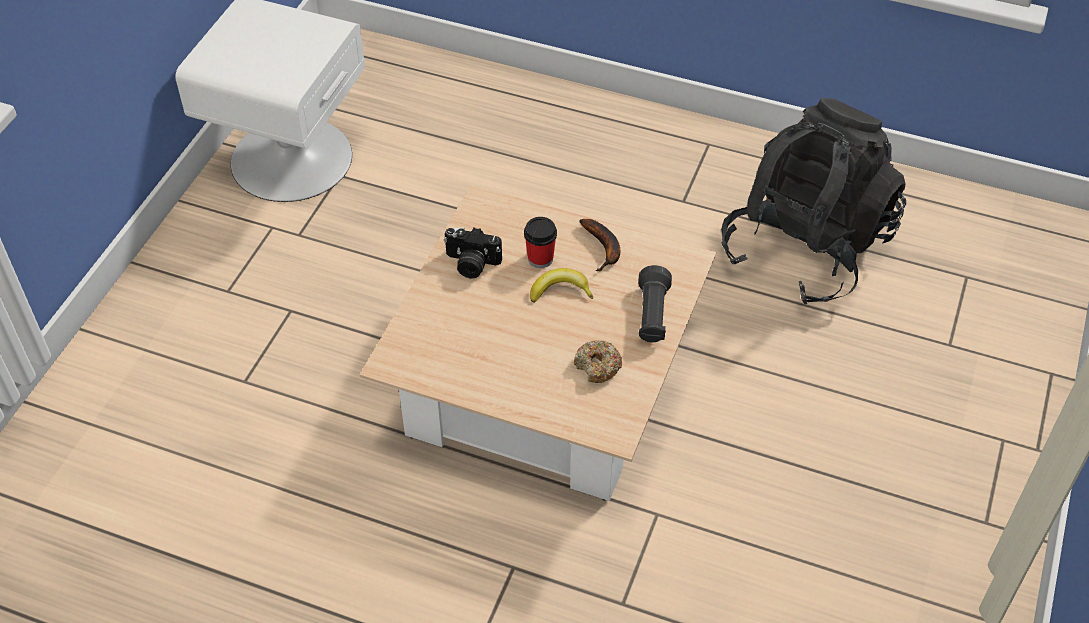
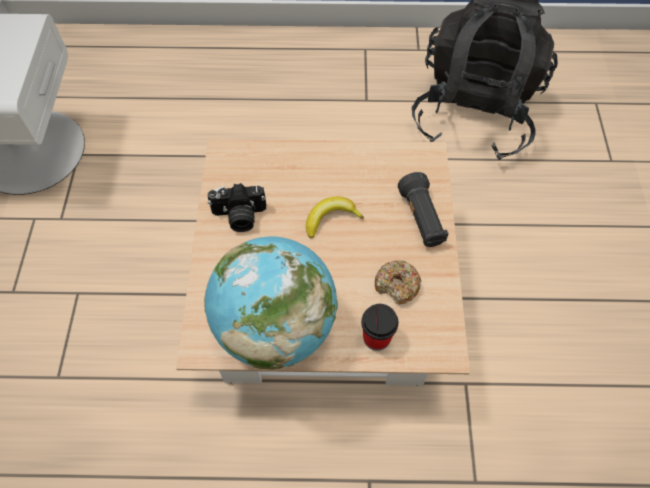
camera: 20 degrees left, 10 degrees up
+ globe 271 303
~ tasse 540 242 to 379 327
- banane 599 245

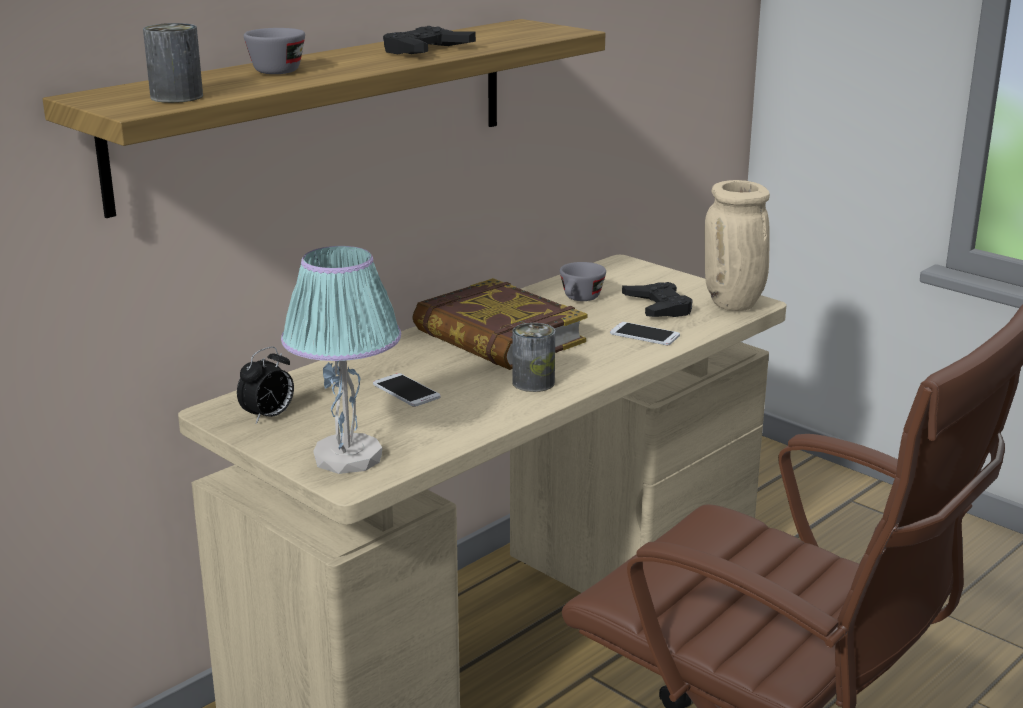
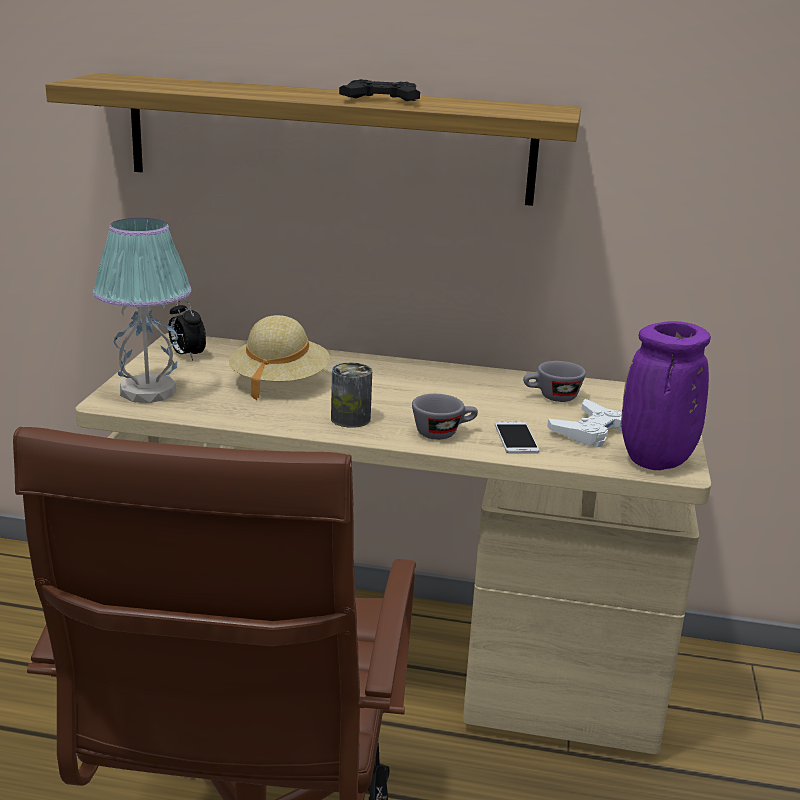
camera: 55 degrees right, 0 degrees up
~ réveil 265 385 = 187 329 45 degrees clockwise
~ téléphone 407 390 to chapeau (beige) 279 357
~ tasse (gris) 274 51 to 445 417
~ manette (noir) 657 299 to manette (blanc) 584 423
~ vase (beige) 737 245 to vase (violet) 666 395
- boîte métallique 173 63
- livre 500 324

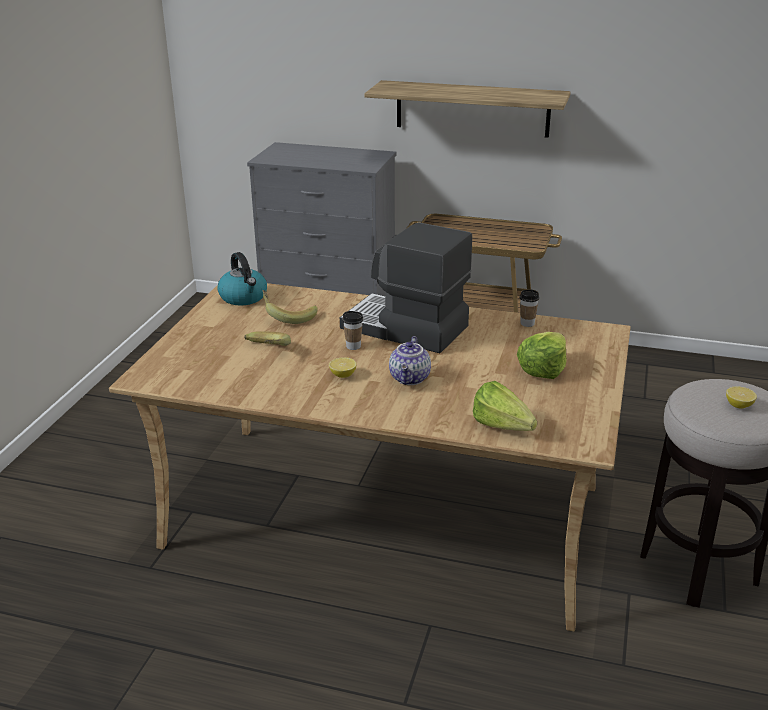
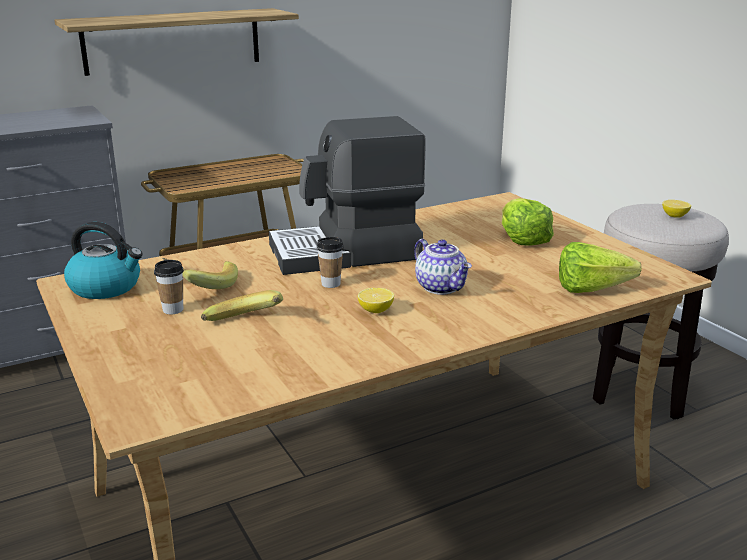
camera: 45 degrees left, 5 degrees down
~ tasse 529 308 to 169 287

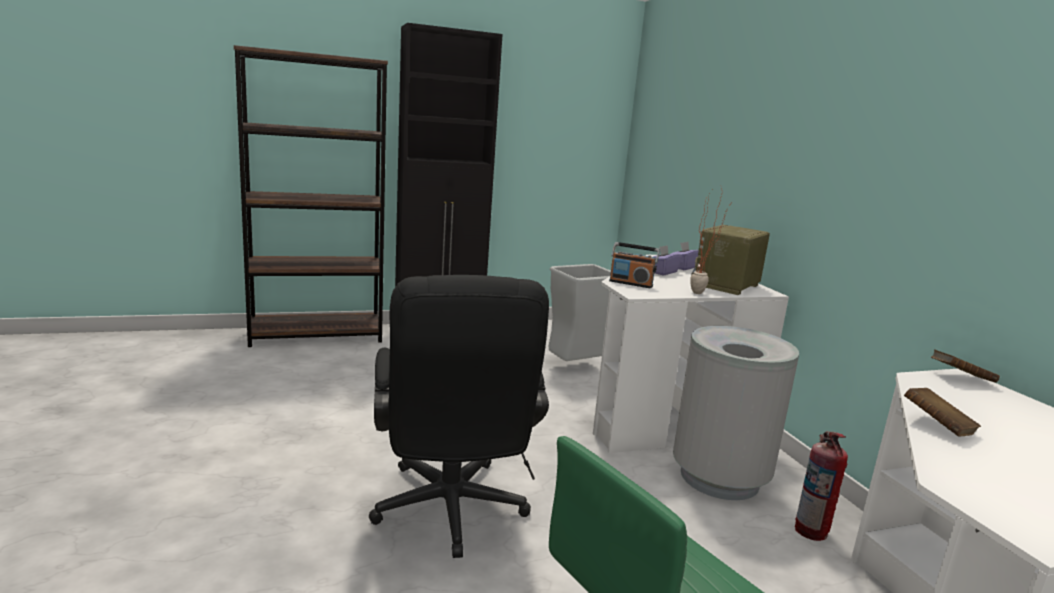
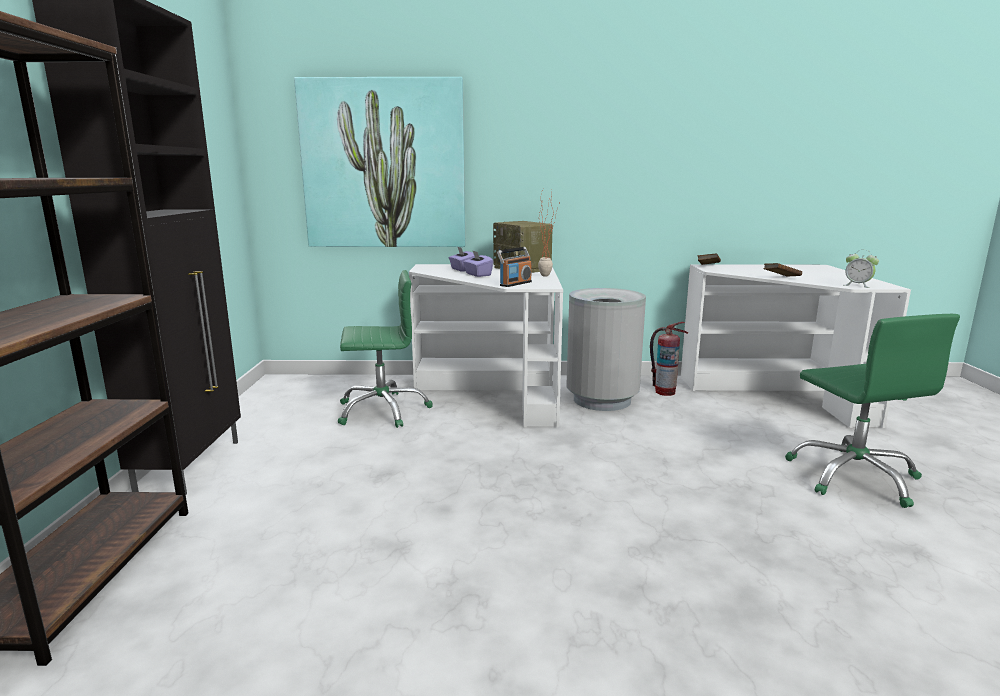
camera: 70 degrees left, 0 degrees up
+ tableau 379 162
~ poubelle (gris) 579 312 to chaise de bureau (vert) 385 349
+ réveil 862 269
- chaise de bureau (noir) 459 416

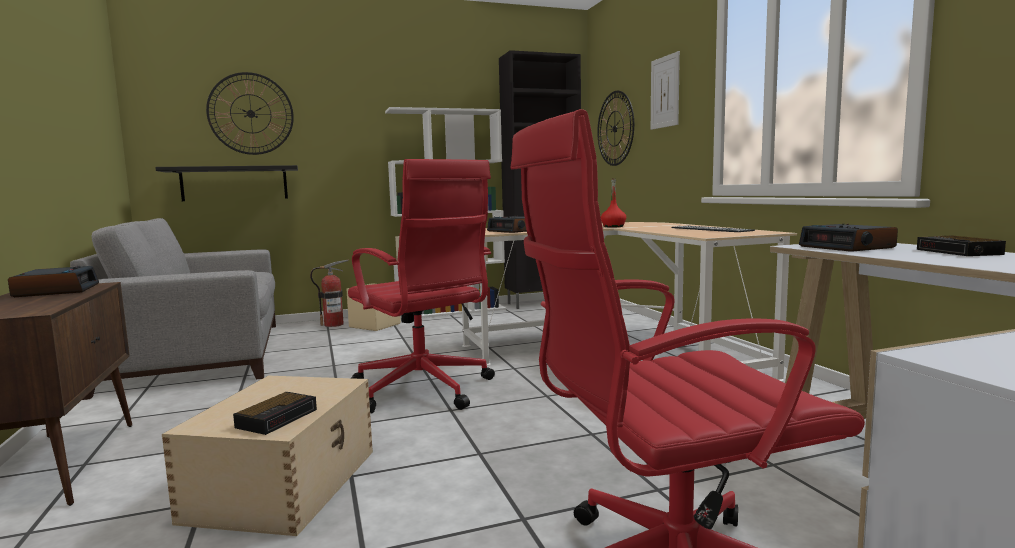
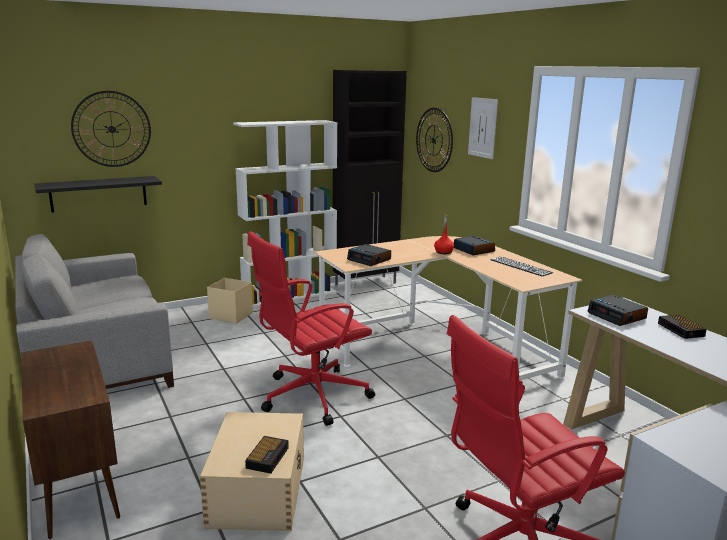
camera: 10 degrees left, 10 degrees up
~ chaise de bureau (rouge) 421 286 = 311 328 105 degrees clockwise
~ réveil 53 281 to 474 245
- extincteur 329 293

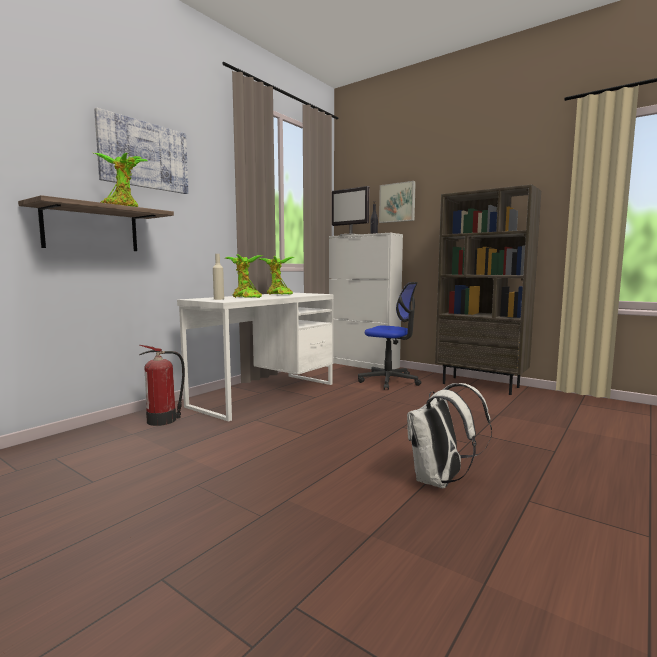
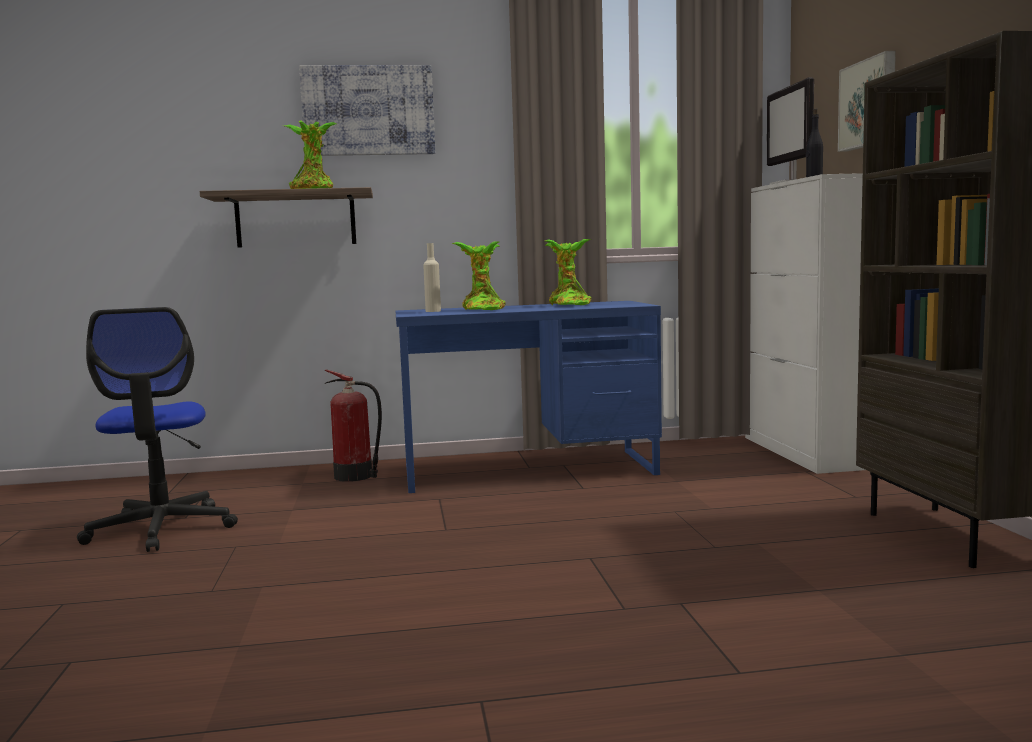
camera: 45 degrees right, 0 degrees up
~ chaise de bureau 390 336 to 157 429
~ bureau (blanc) 255 357 to bureau (bleu) 529 397
- sac à dos (blanc) 449 436

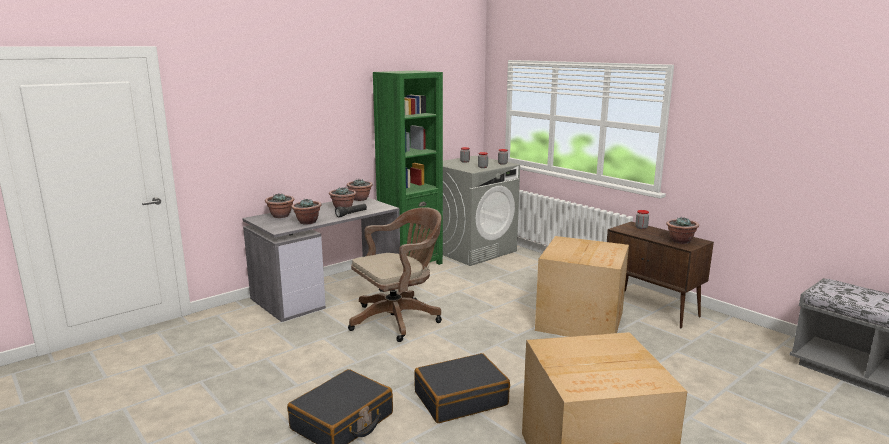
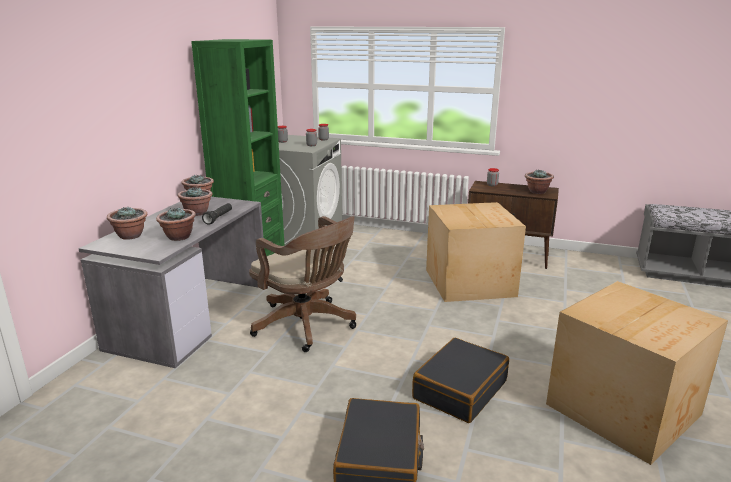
camera: 30 degrees left, 5 degrees up
~ chaise de bureau (marron) 395 274 = 302 284 105 degrees clockwise

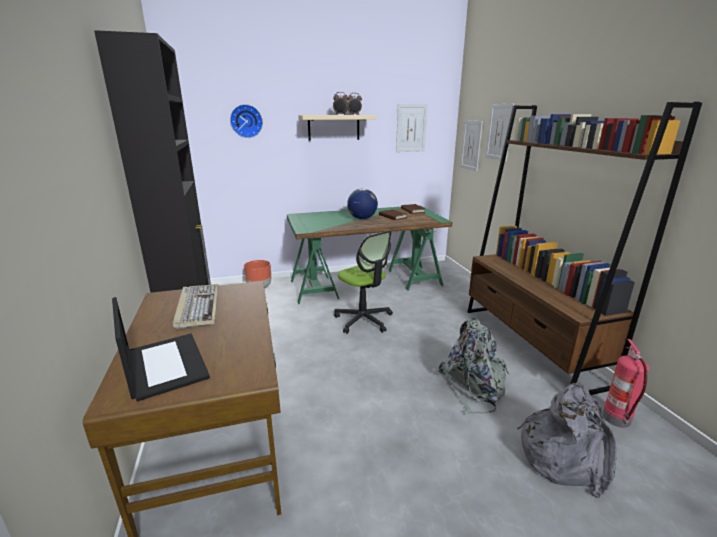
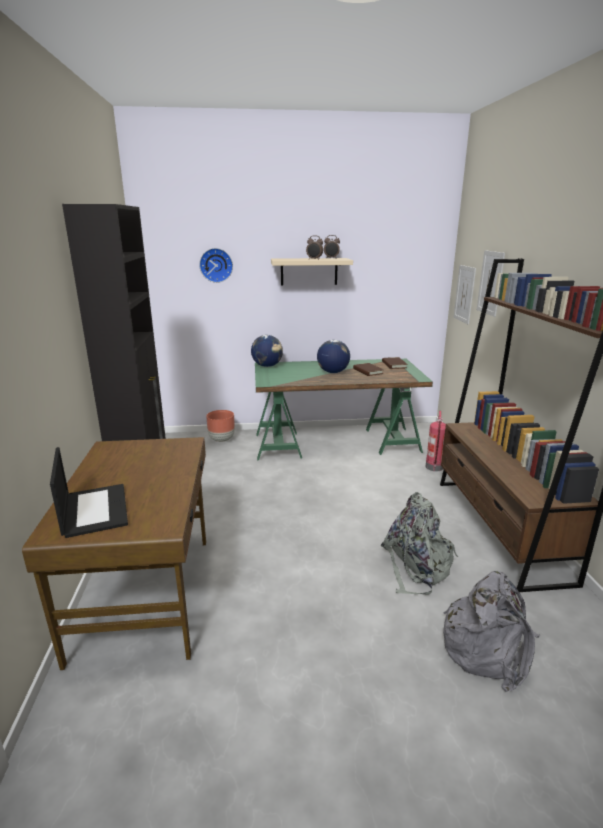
camera: 10 degrees right, 0 degrees up
+ globe 267 351
~ extincteur 625 383 to 436 441
- clavier 195 306
- chaise de bureau 363 282
- tableau 411 128

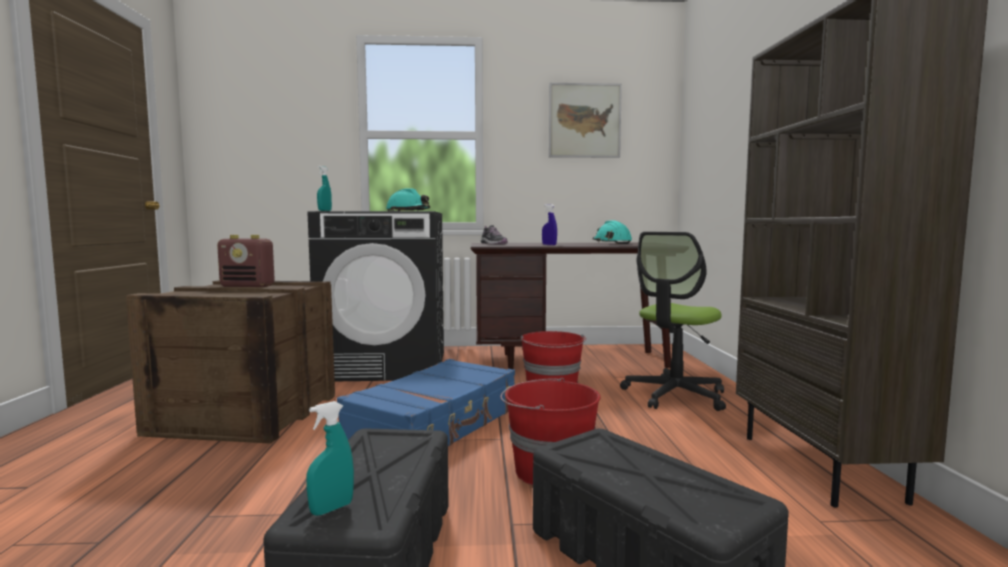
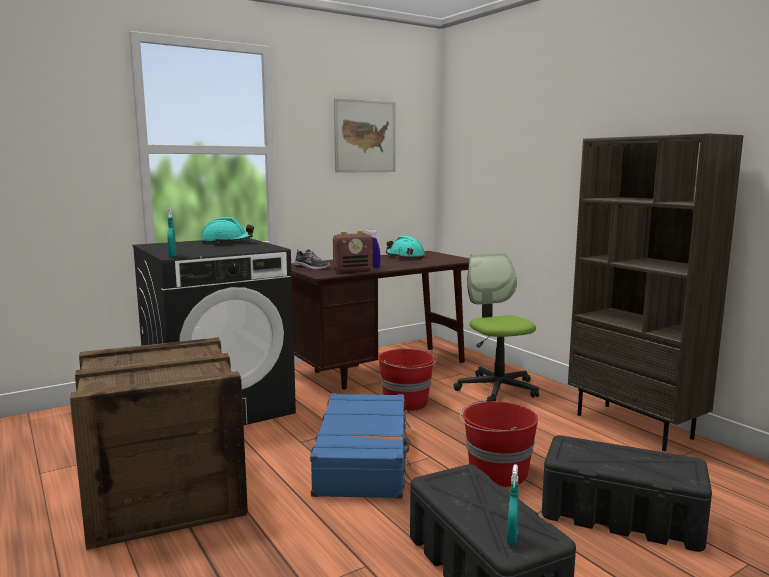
camera: 30 degrees left, 5 degrees up
~ radio 246 261 to 353 252
~ chaise de bureau 673 321 = 496 327 150 degrees clockwise

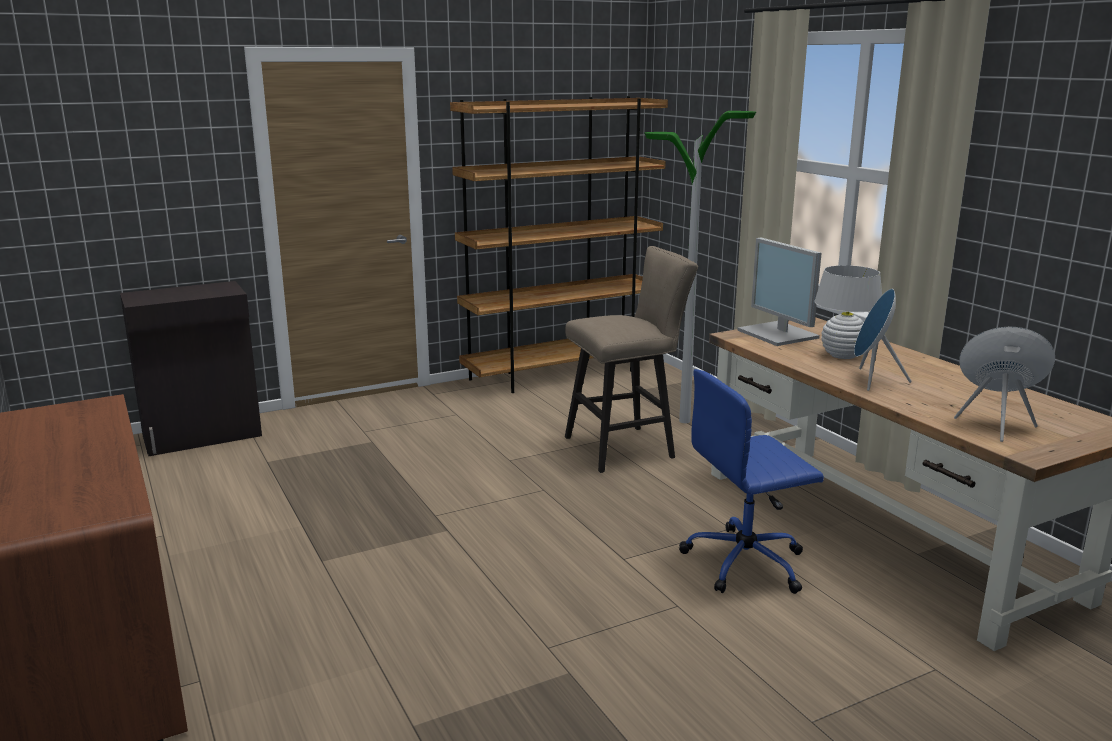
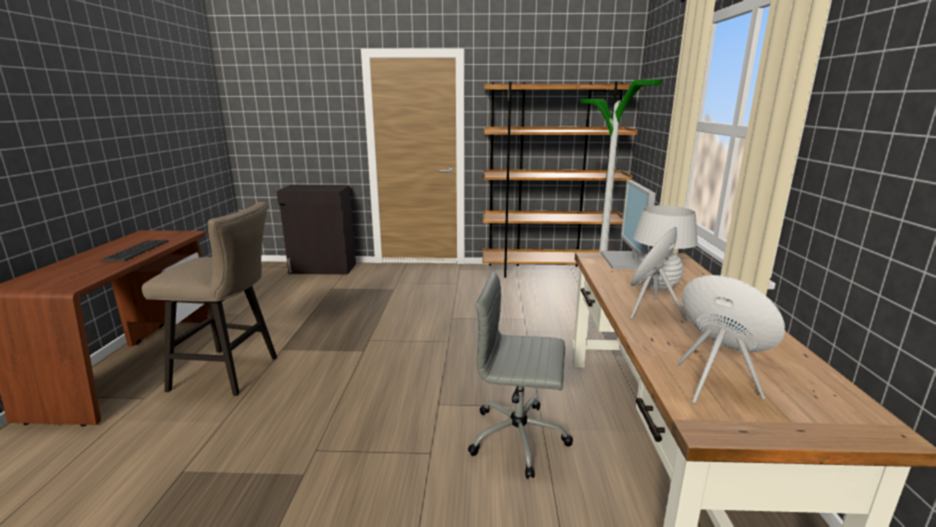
camera: 30 degrees right, 0 degrees up
+ clavier 134 250
~ tabouret (beige) 631 359 to 209 299
~ chaise de bureau (bleu) 751 481 to chaise de bureau (gris) 520 375

